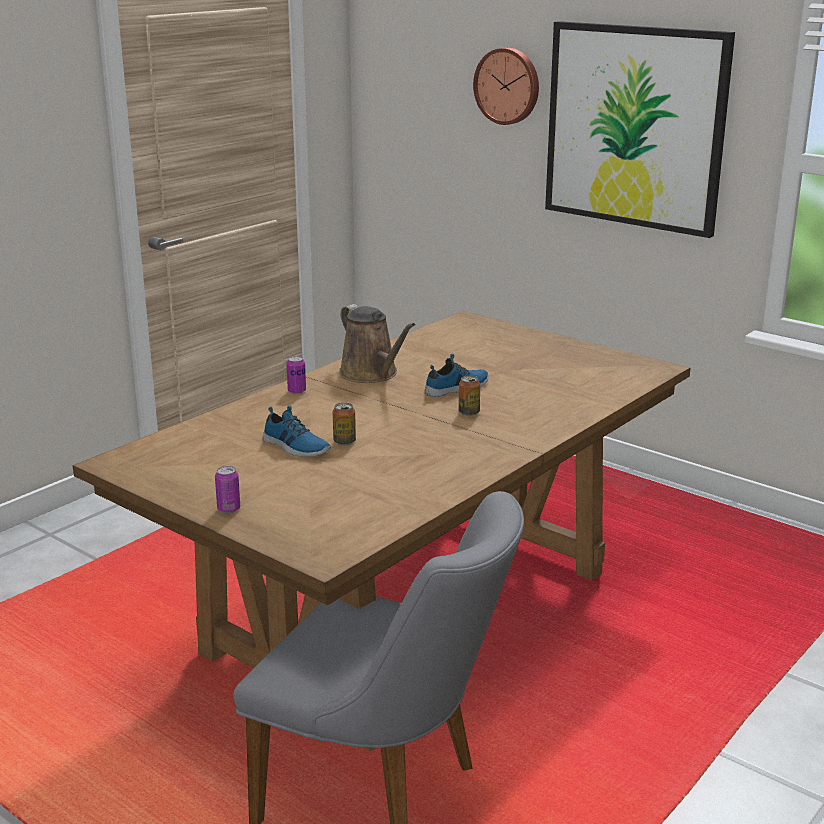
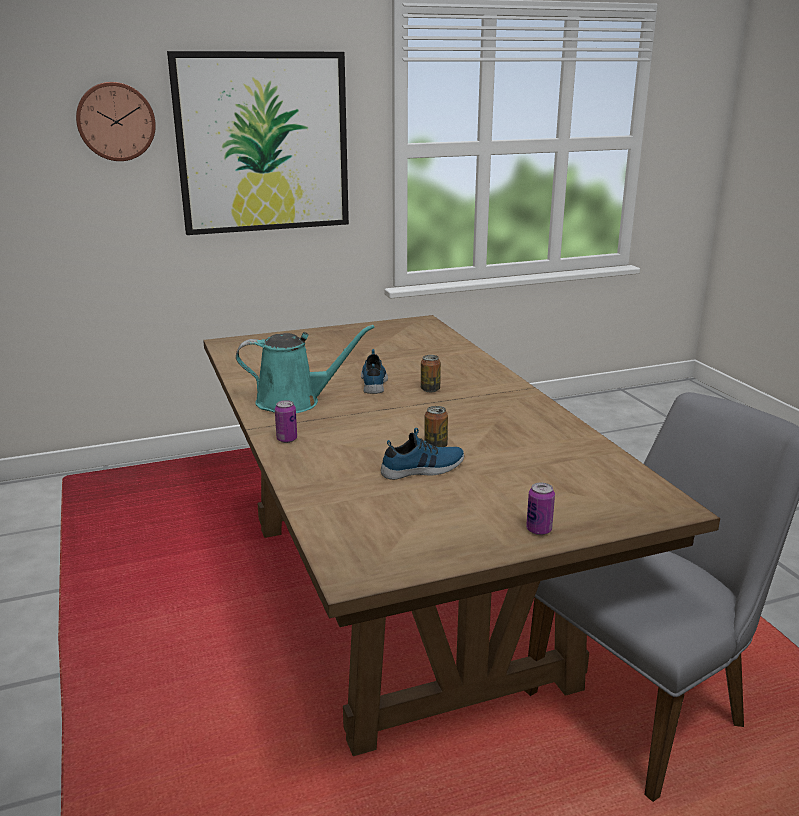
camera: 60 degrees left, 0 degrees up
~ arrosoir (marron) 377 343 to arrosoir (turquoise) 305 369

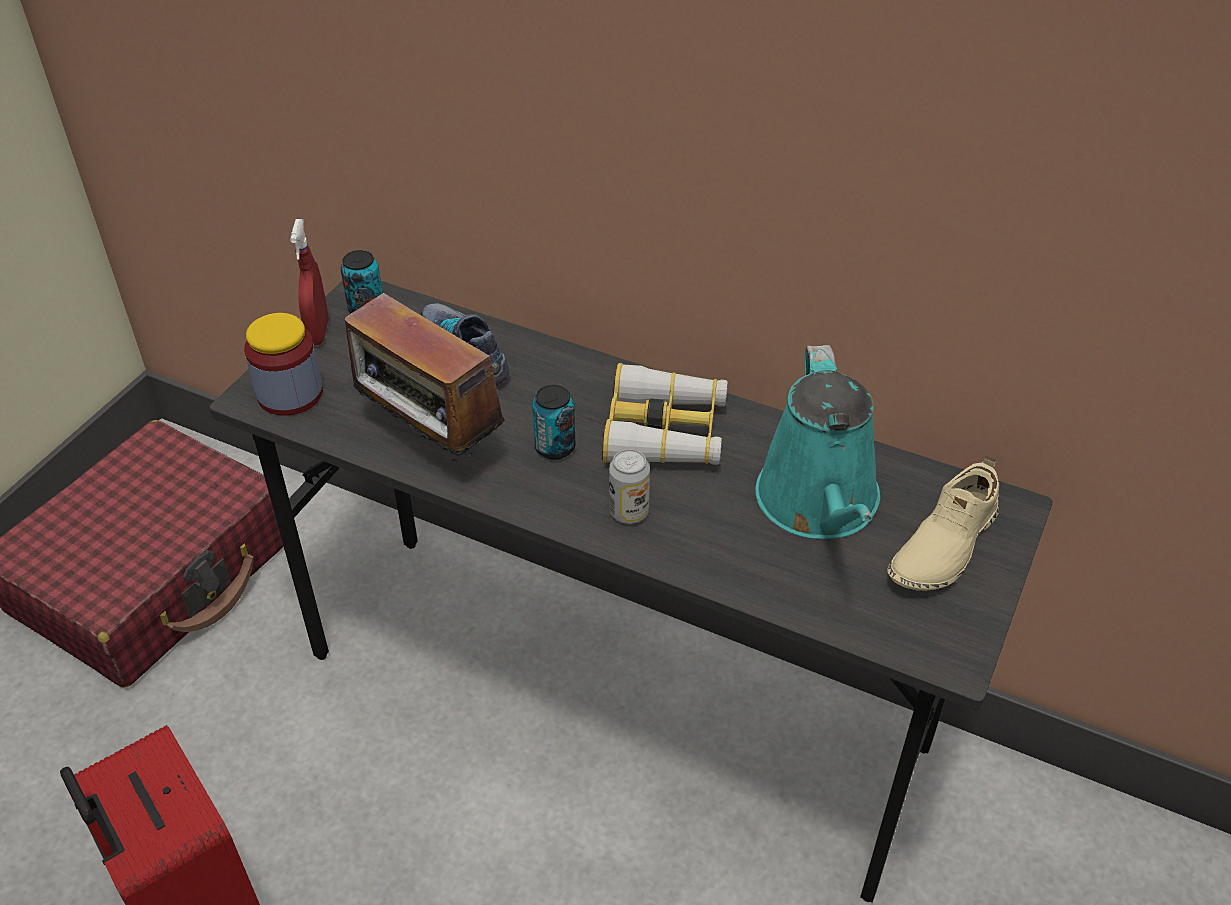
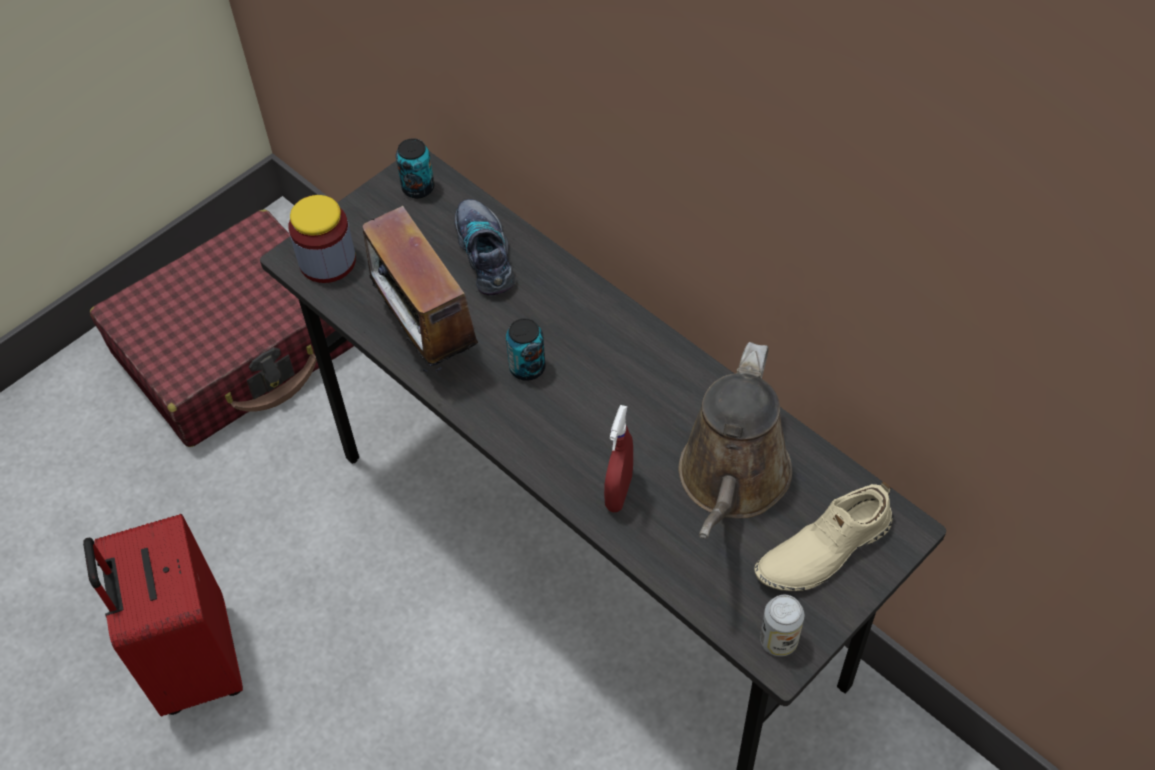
camera: 20 degrees right, 10 degrees up
~ vaporisateur (rouge) 309 282 to 618 459
~ arrosoir (turquoise) 817 442 to arrosoir (marron) 735 440
~ boîte métallique 629 486 to 782 626
- jumelles 665 414

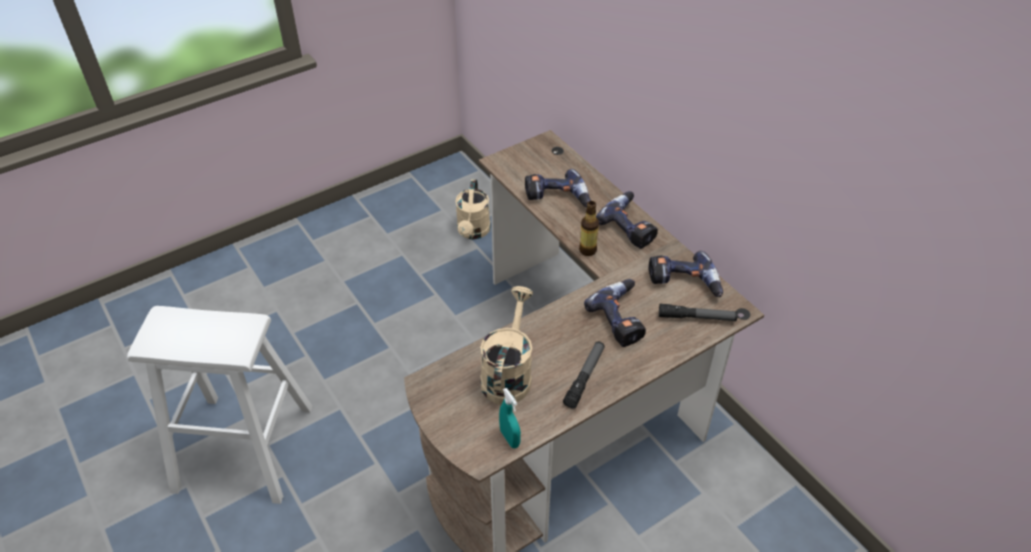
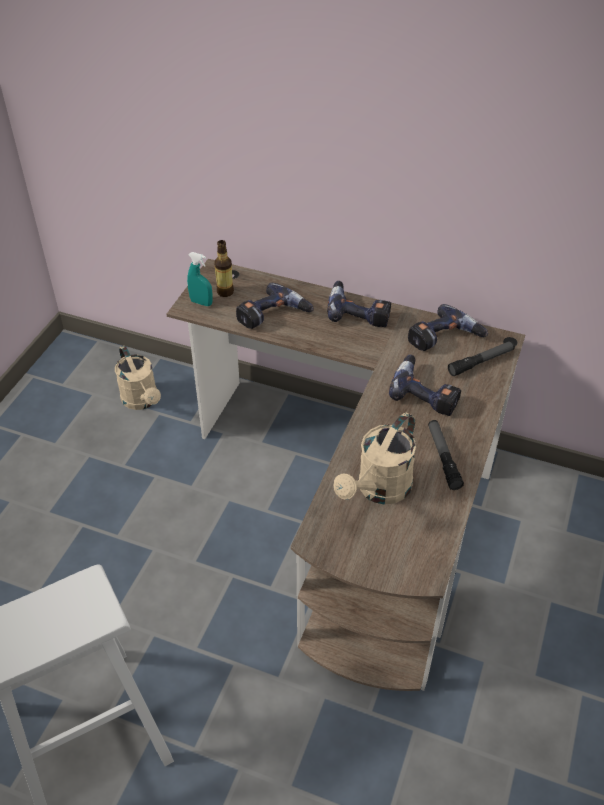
camera: 35 degrees left, 0 degrees up
~ vaporisateur (turquoise) 510 418 to 199 279
~ bouteille 589 228 to 224 268
~ arrosoir (beige) 506 345 = 374 459 120 degrees counterclockwise

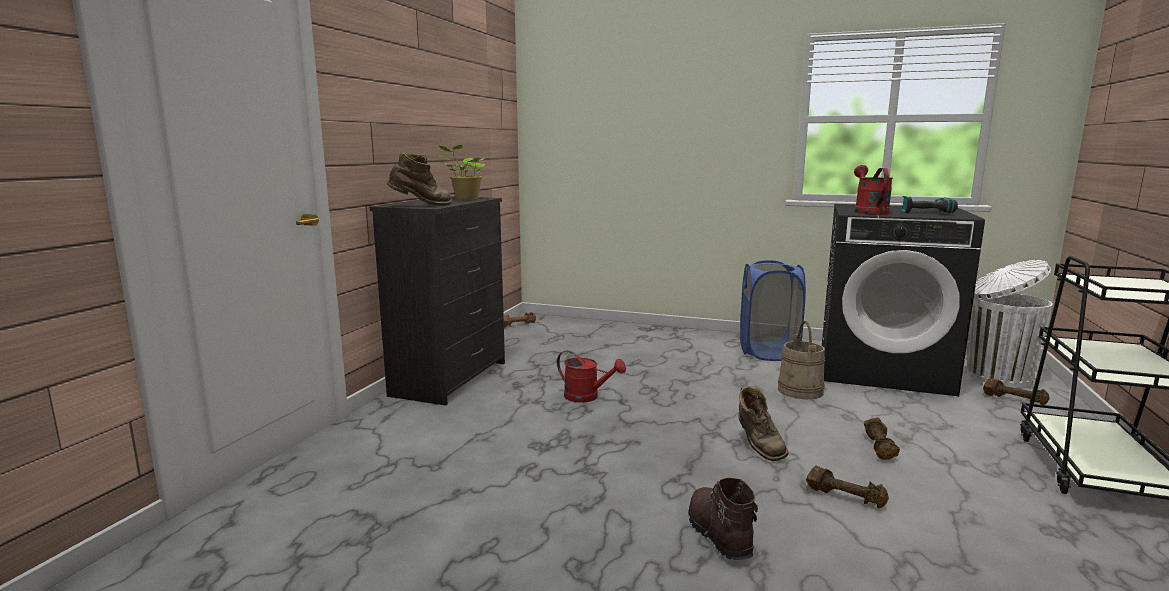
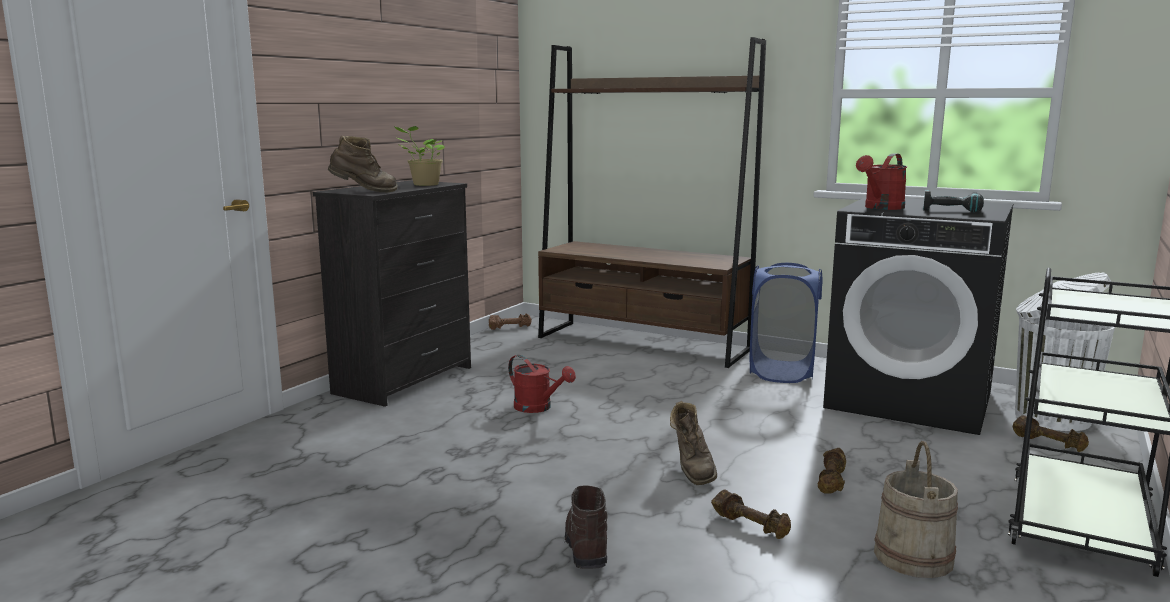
camera: 10 degrees right, 0 degrees up
+ bibliothèque (marron) 652 202
~ arrosoir (rouge) 873 190 = 881 181 150 degrees counterclockwise
~ seau (beige) 801 360 to 916 509

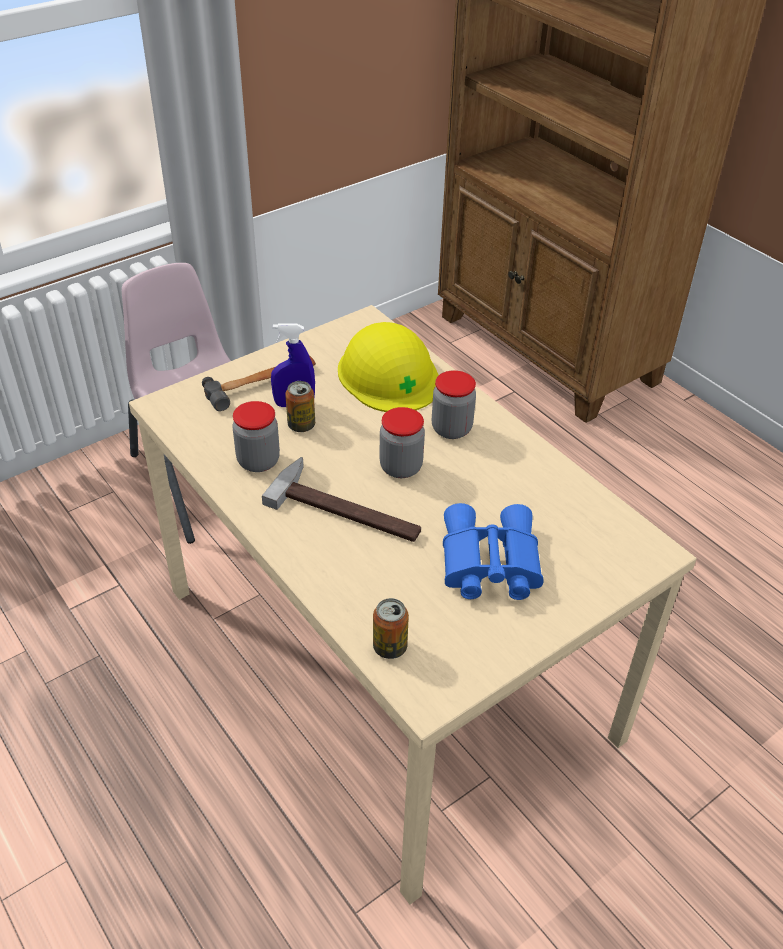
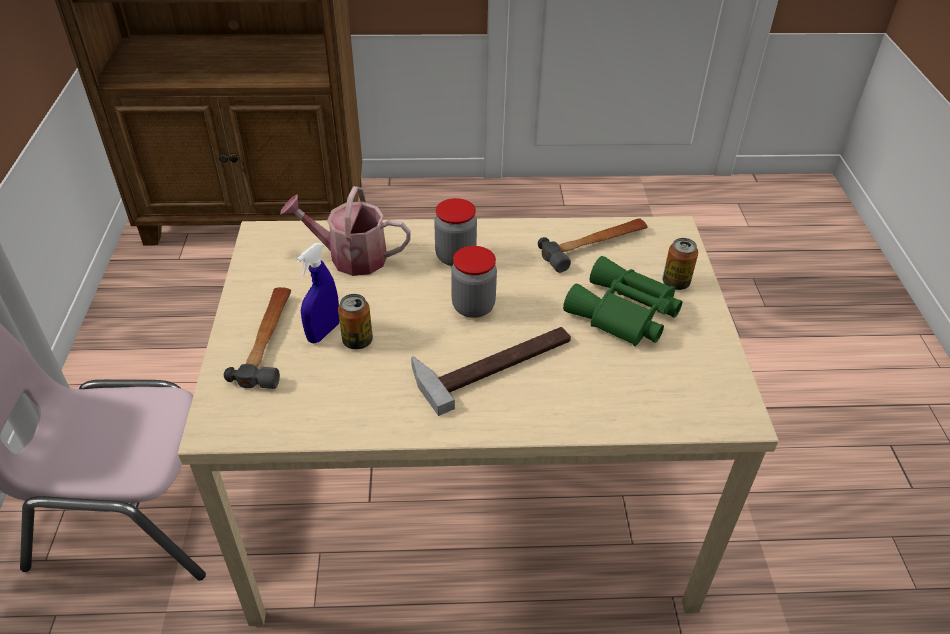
camera: 55 degrees left, 0 degrees up
~ casque de chantier (jaune) 388 367 to arrosoir 345 231
+ marteau 593 245
~ jumelles (bleu) 493 551 to jumelles (vert) 622 301
~ boîte métallique 391 628 to 680 264
- bocal 256 436

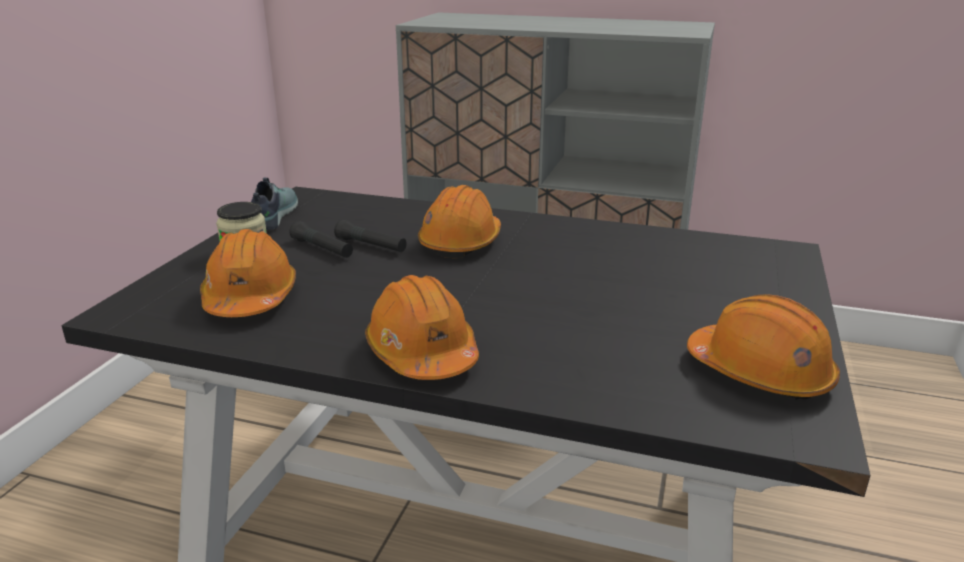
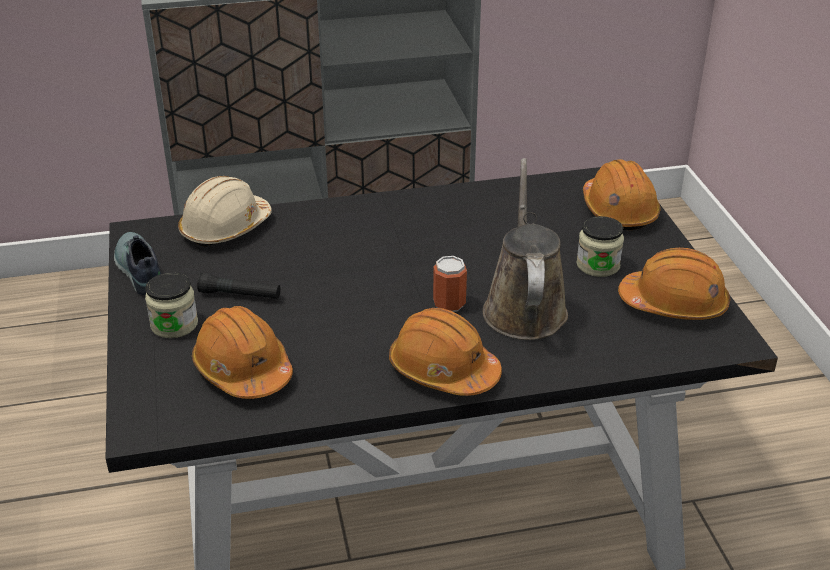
camera: 30 degrees left, 10 degrees up
+ casque de chantier (beige) 225 211
+ boîte métallique 450 284
+ arrosoir (marron) 525 249
+ bocal 600 246
~ casque de chantier (orange) 459 221 to 622 194
- lampe de poche (noir) 370 236

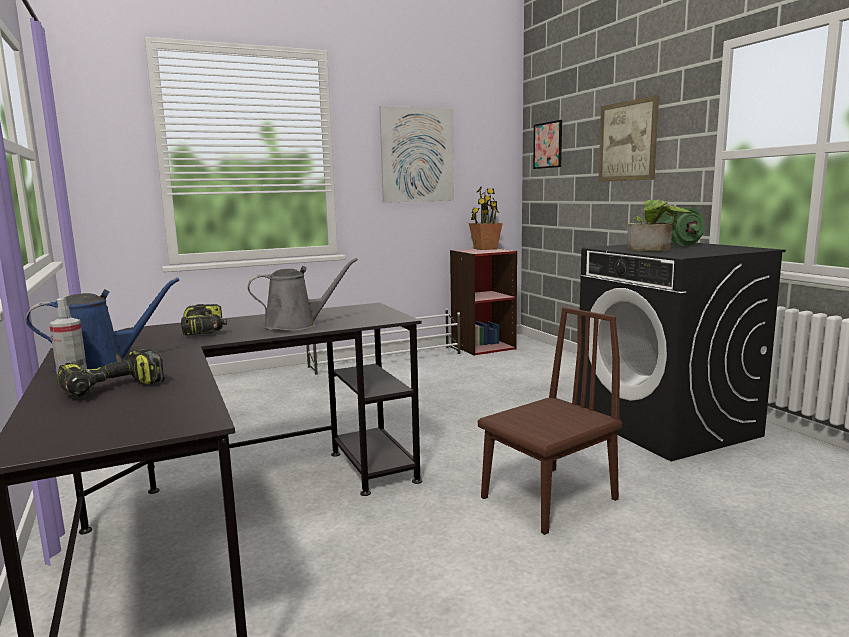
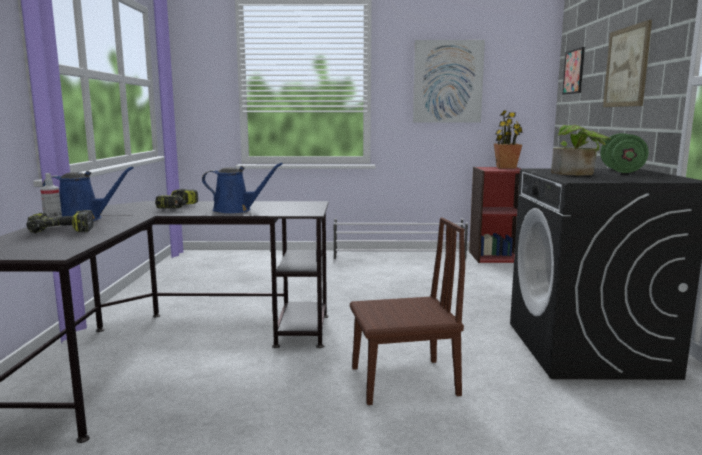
camera: 25 degrees right, 0 degrees up
~ arrosoir (gris) 303 294 to arrosoir (bleu) 242 188

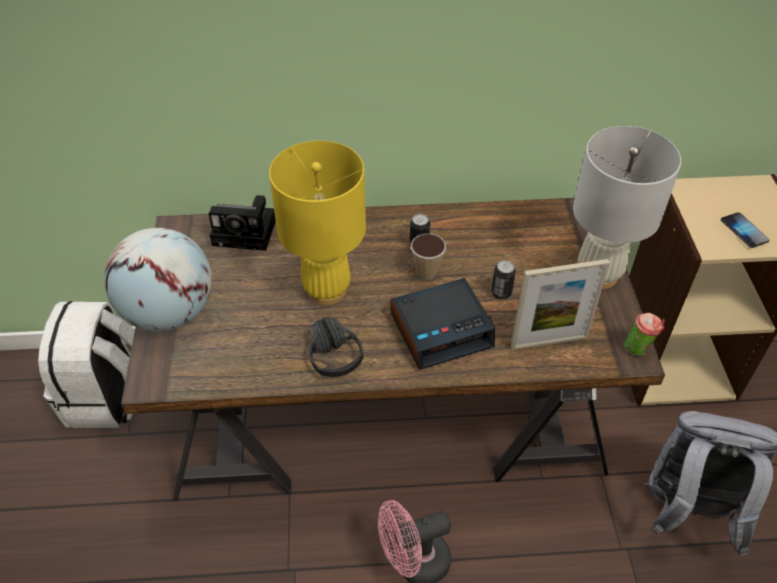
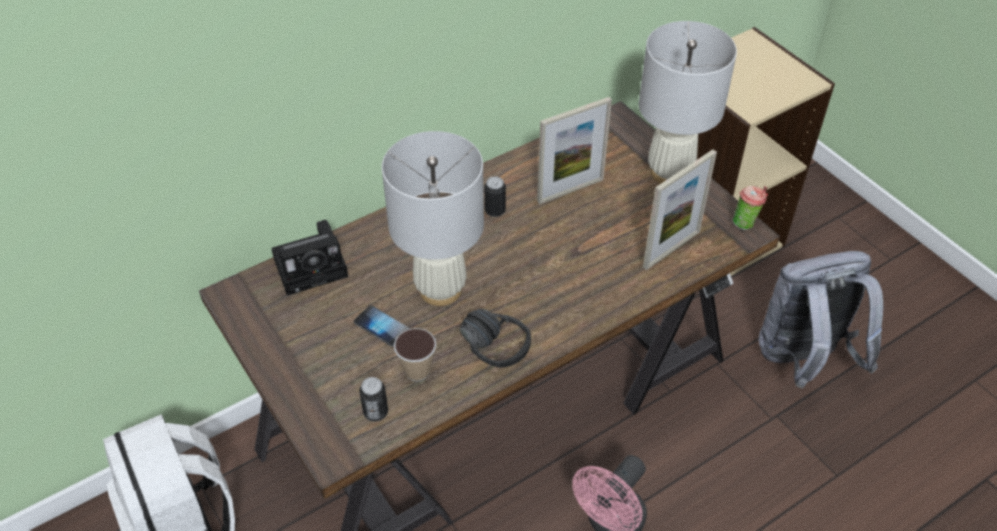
camera: 30 degrees left, 0 degrees up
~ téléphone 745 230 to 382 326
~ boîte métallique 503 279 to 373 399
~ lampe de table (jaune) 317 223 to lampe de table (blanc) 433 218
~ tasse 428 257 to 415 355
+ cadre photo 574 150
- globe 158 279
- réveil 442 324

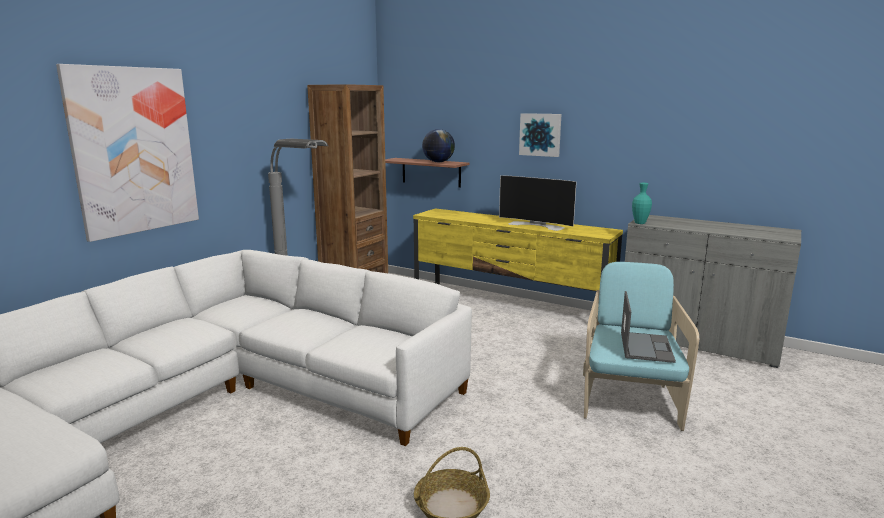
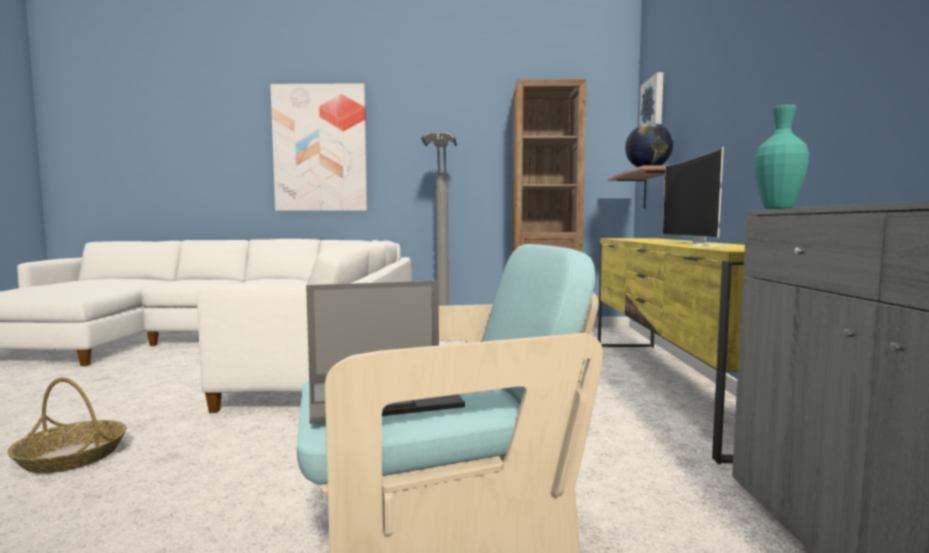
camera: 60 degrees right, 10 degrees down
~ tableau 540 135 to 651 99

